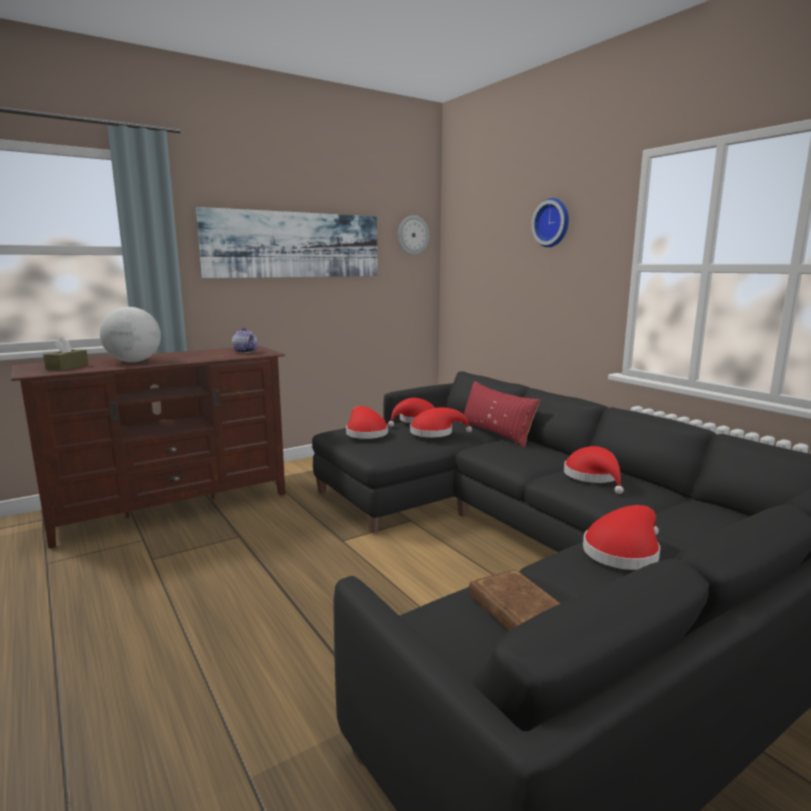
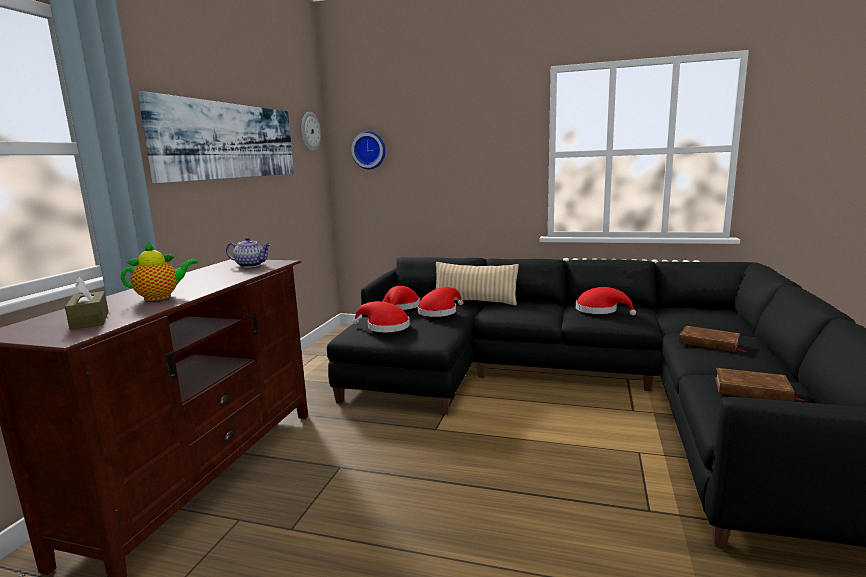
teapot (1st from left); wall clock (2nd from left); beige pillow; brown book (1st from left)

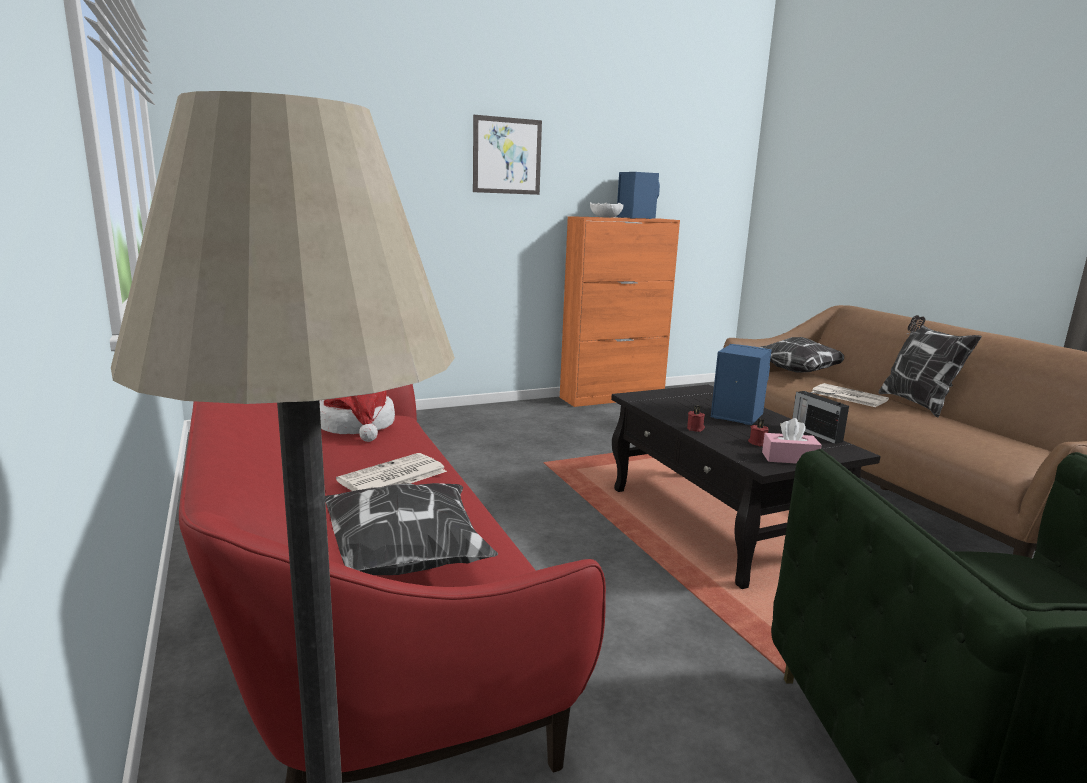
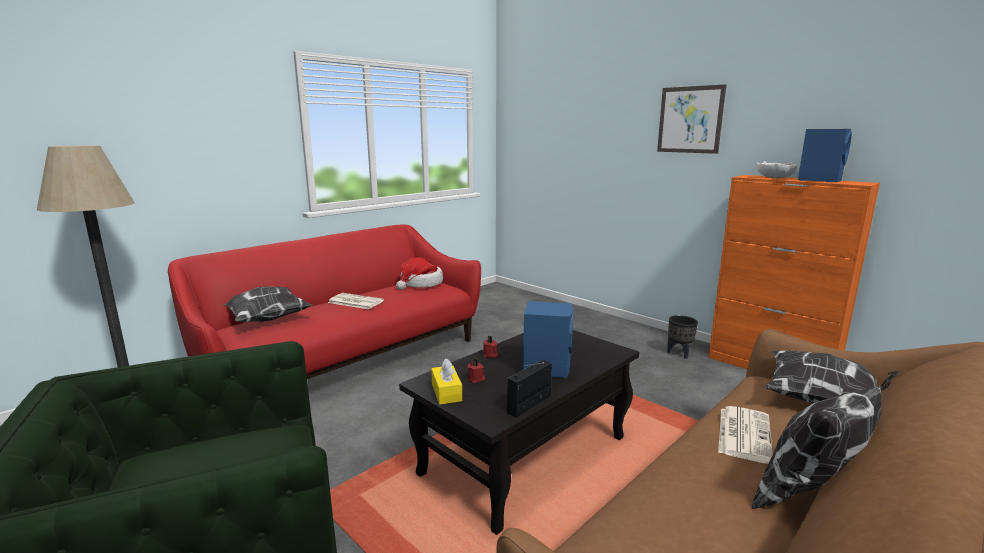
yellow tissue box; black planter

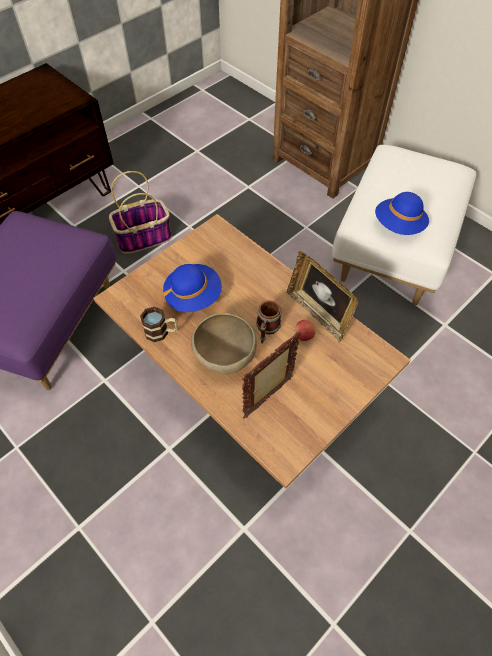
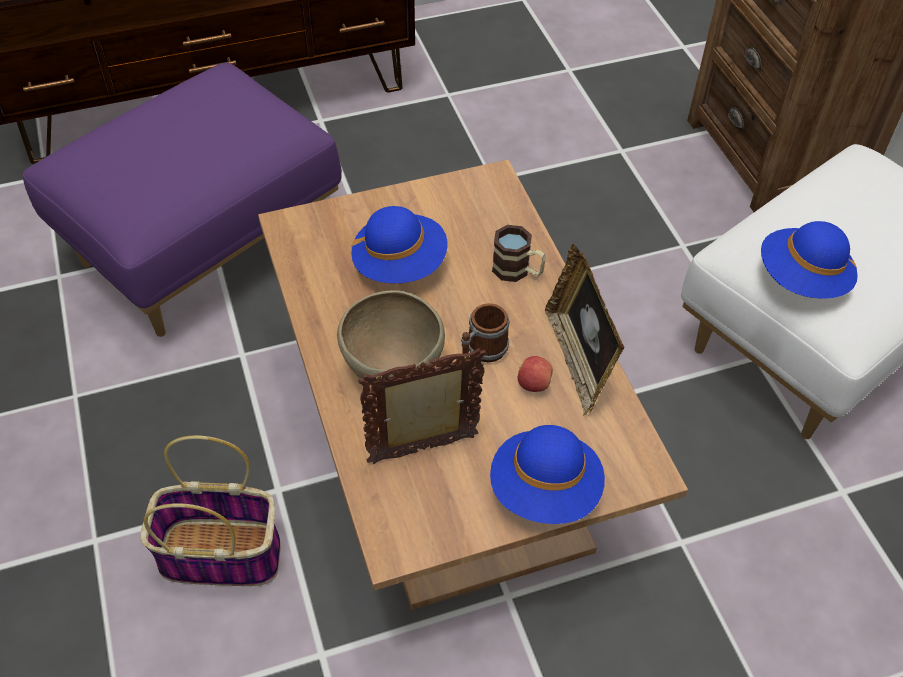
basket; blue hat (2nd from left); mug (2nd from left)

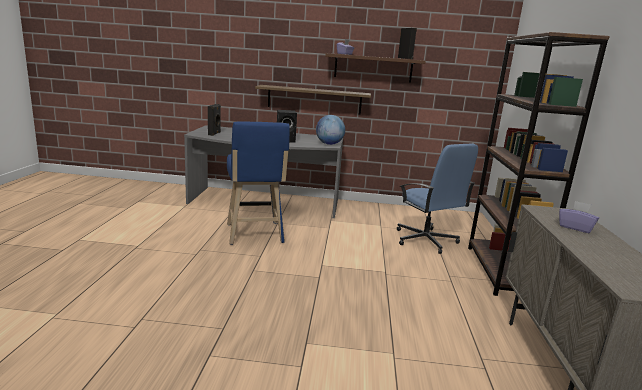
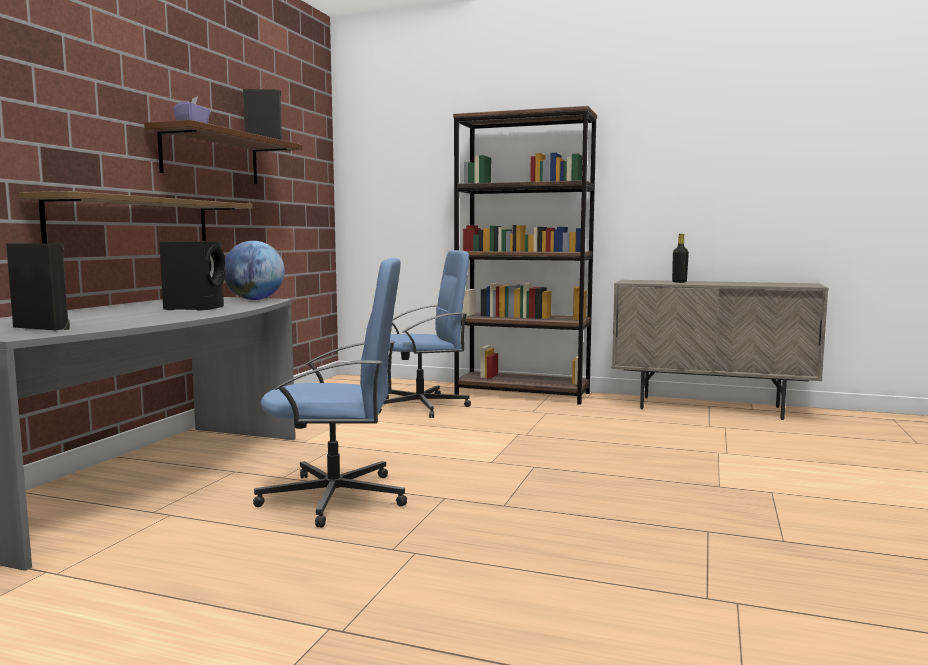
blue office chair (1st from left); black bottle

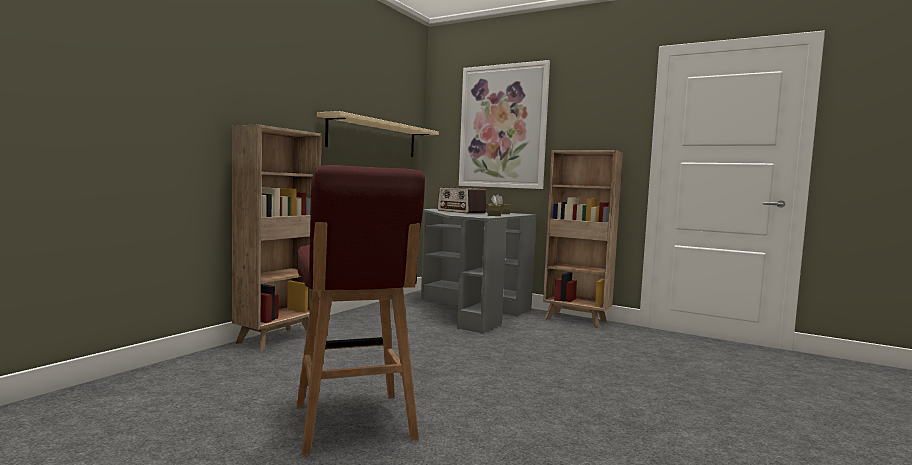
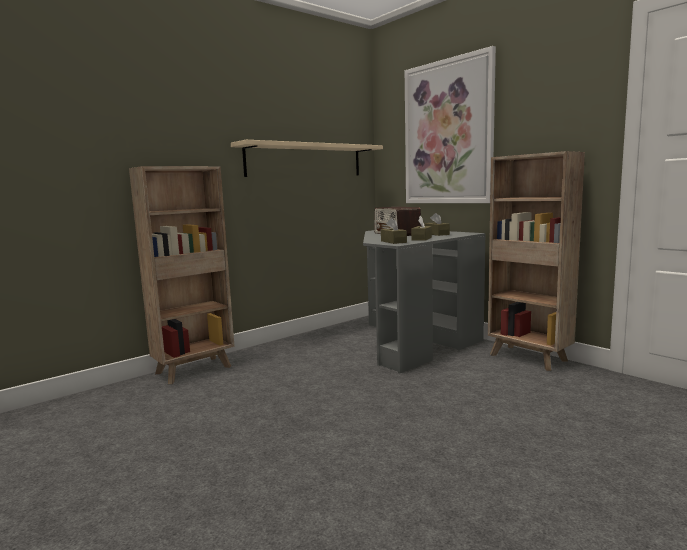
brown tissue box (1st from left); red stool

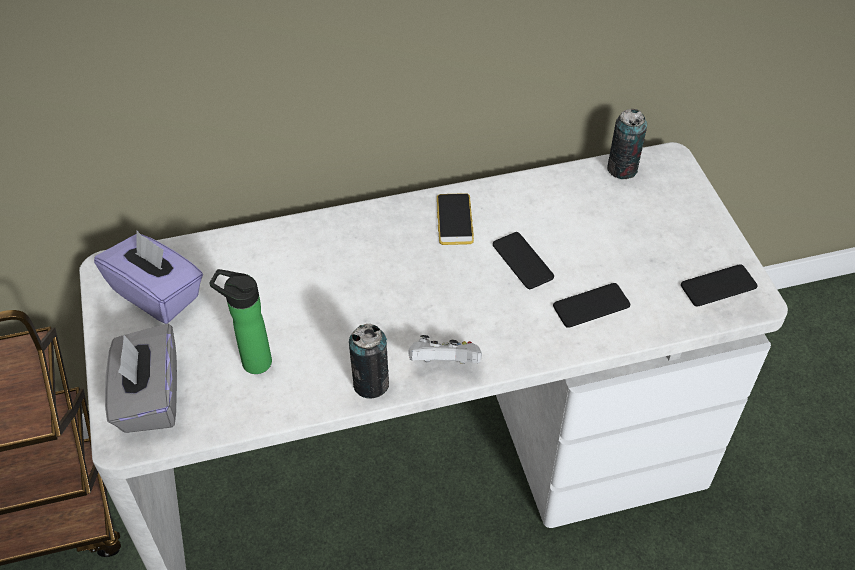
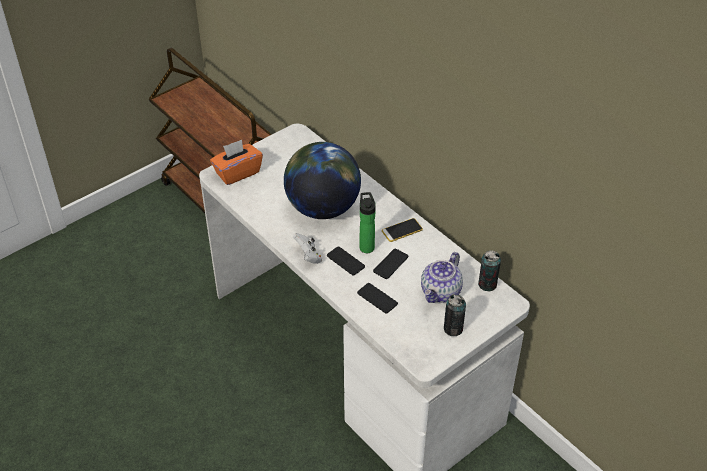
orange tissue box; globe; phone (1st from left); bottle; teapot; can (1st from left); purple tissue box

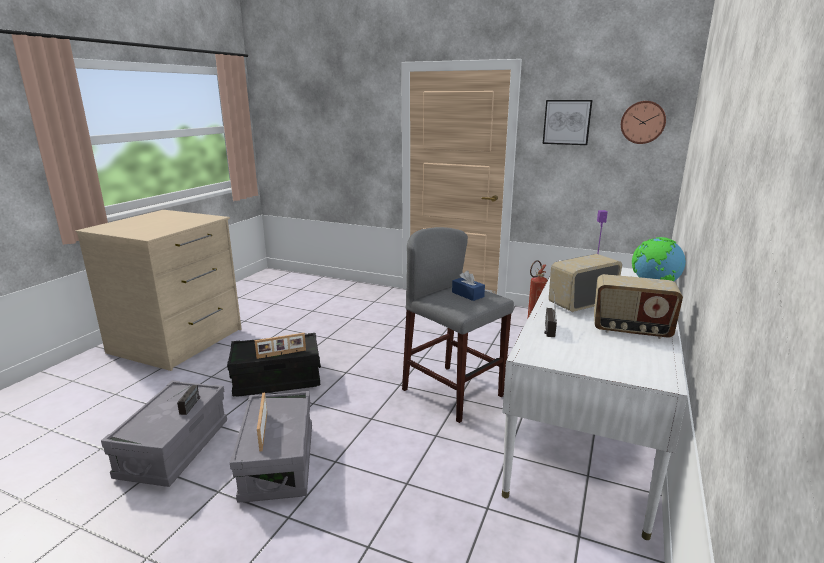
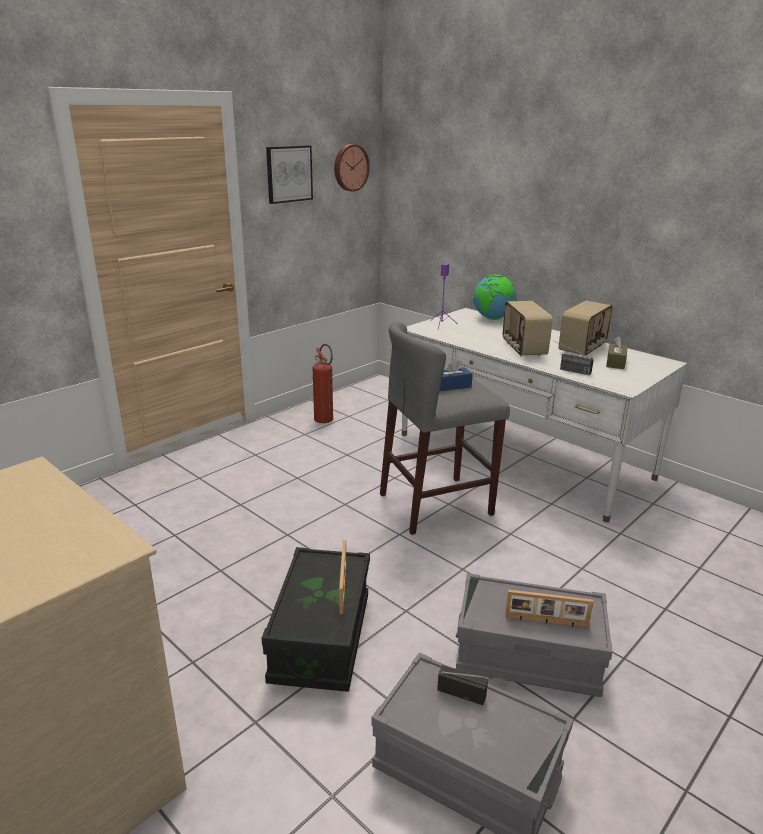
brown tissue box

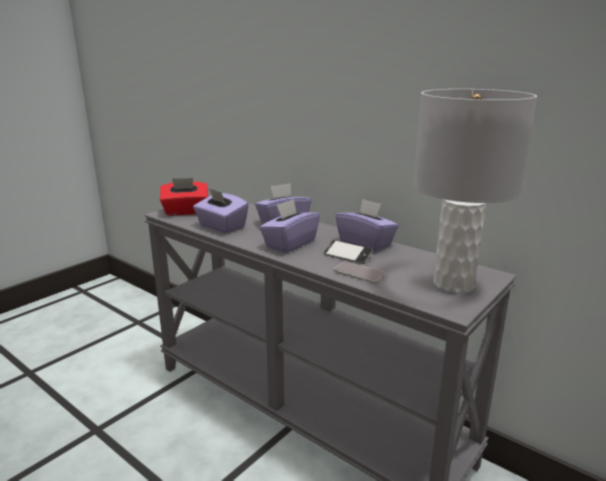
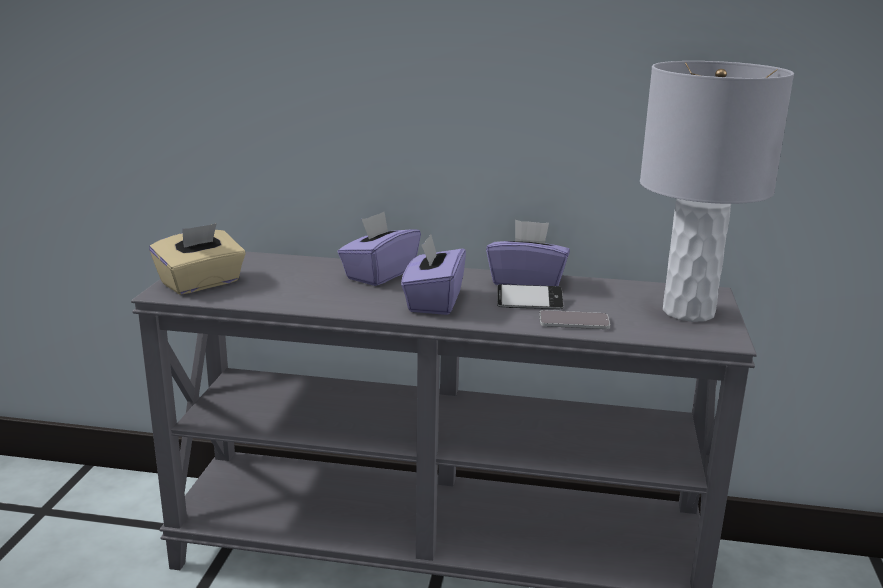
beige tissue box; purple tissue box (1st from left in the first image)

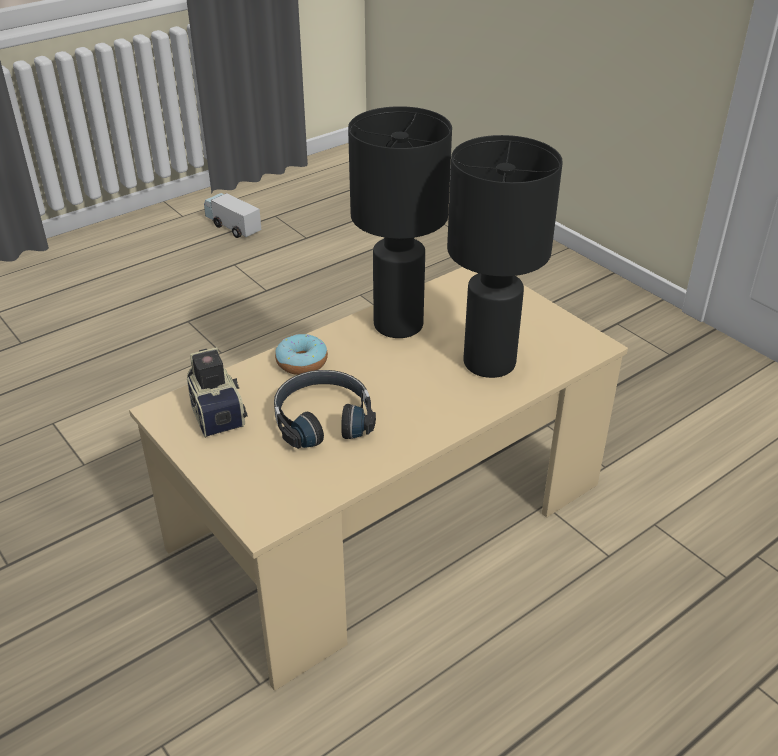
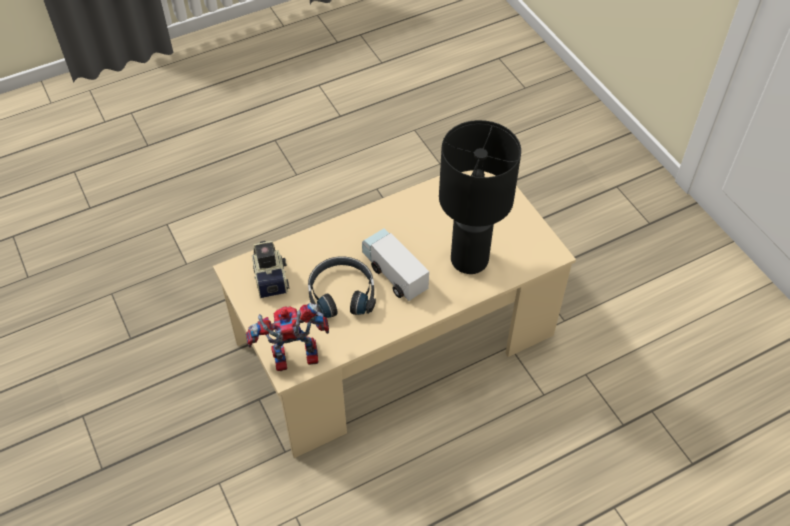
toy robot; toy truck; donut; black table lamp (1st from left in the first image)

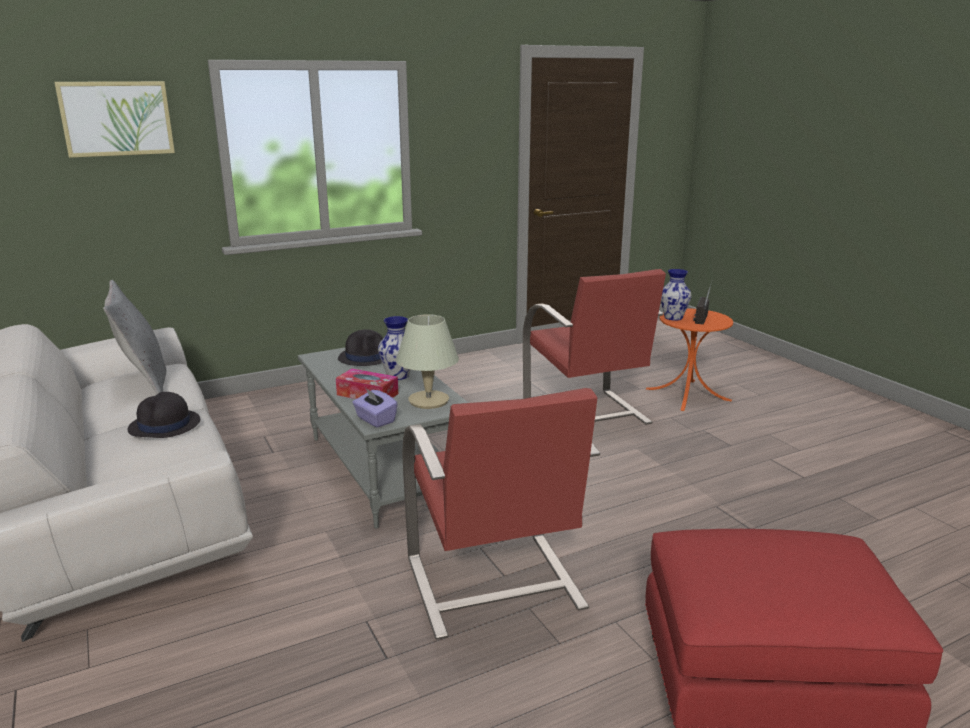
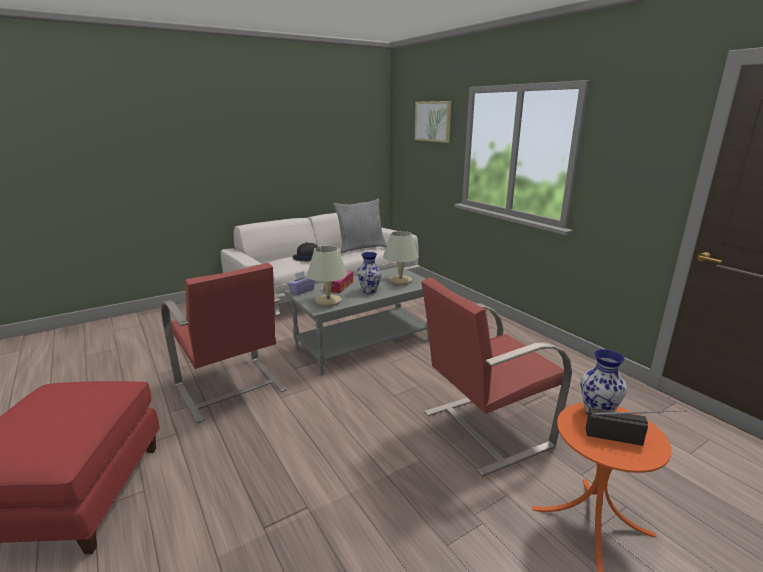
red armchair (1st from left); beige table lamp (2nd from left)

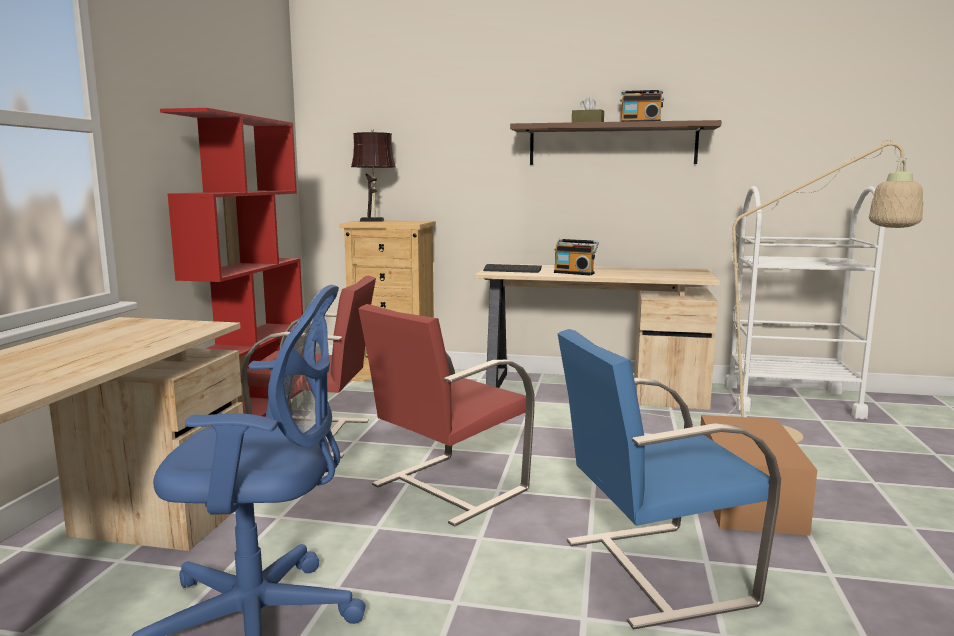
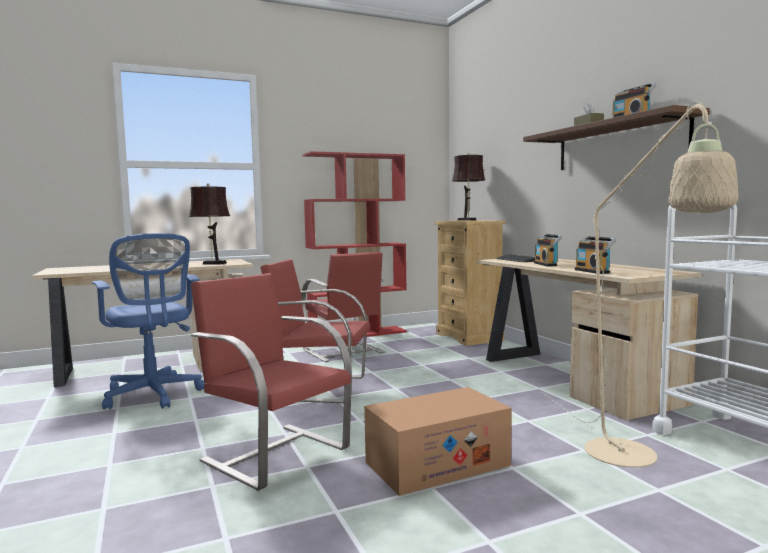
brown table lamp (1st from left); red chair (1st from left); radio (2nd from left)

